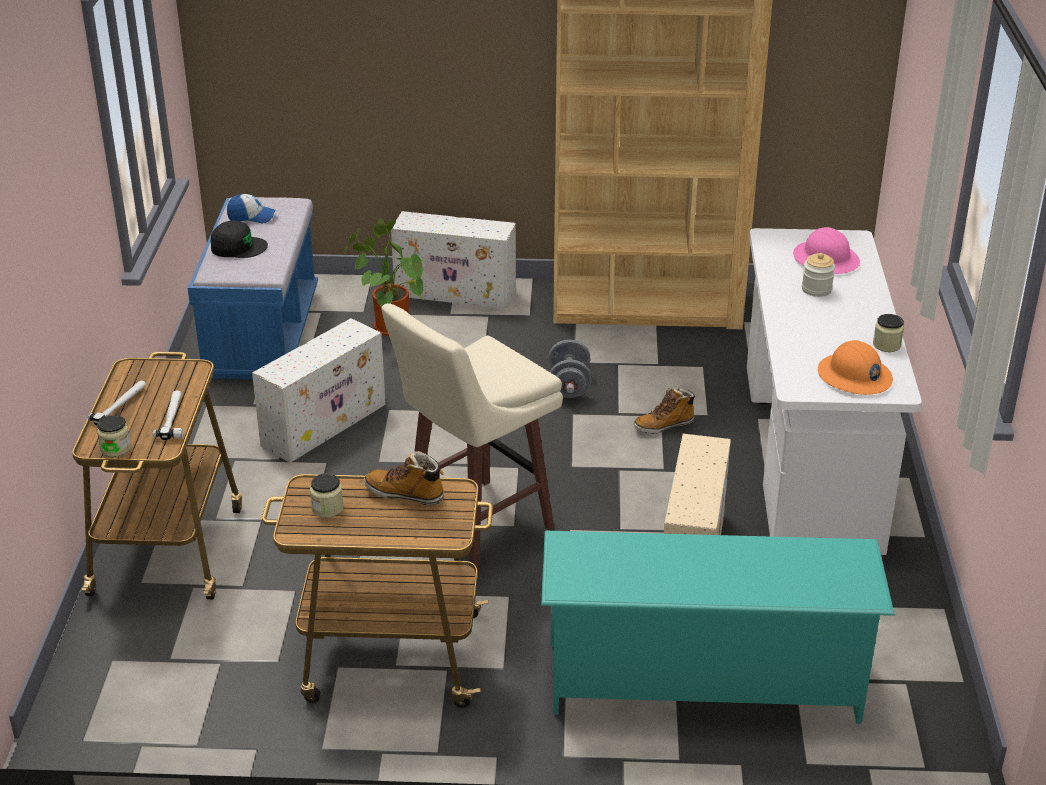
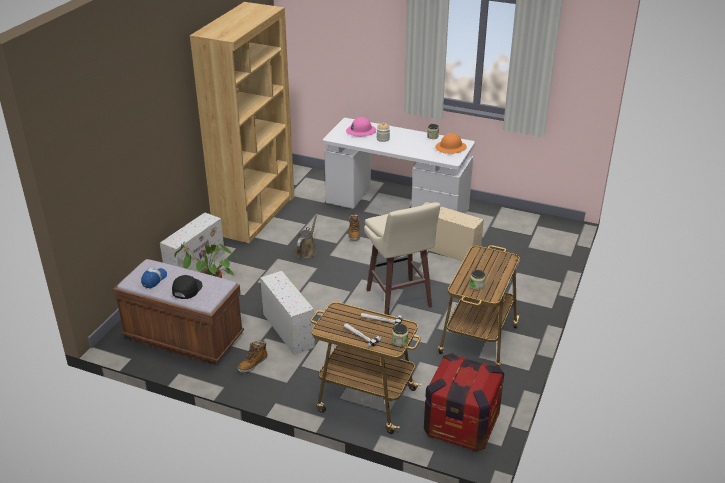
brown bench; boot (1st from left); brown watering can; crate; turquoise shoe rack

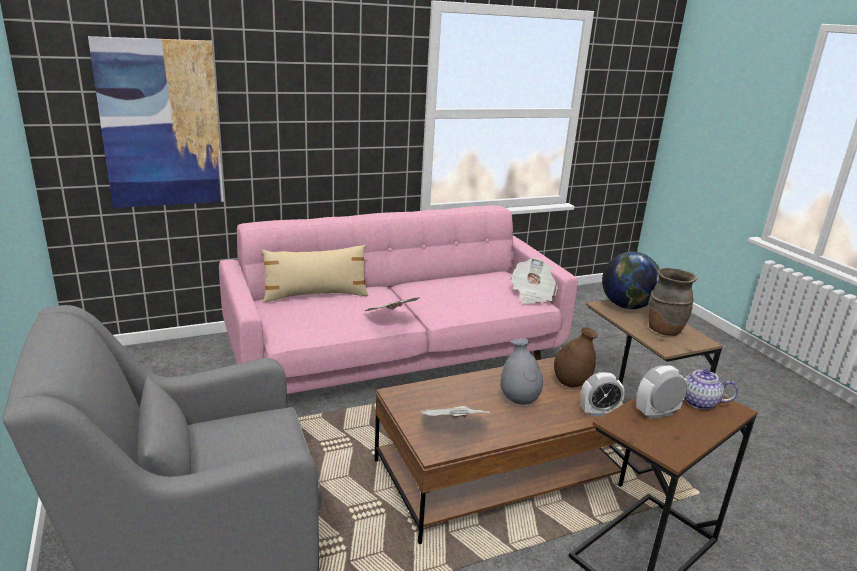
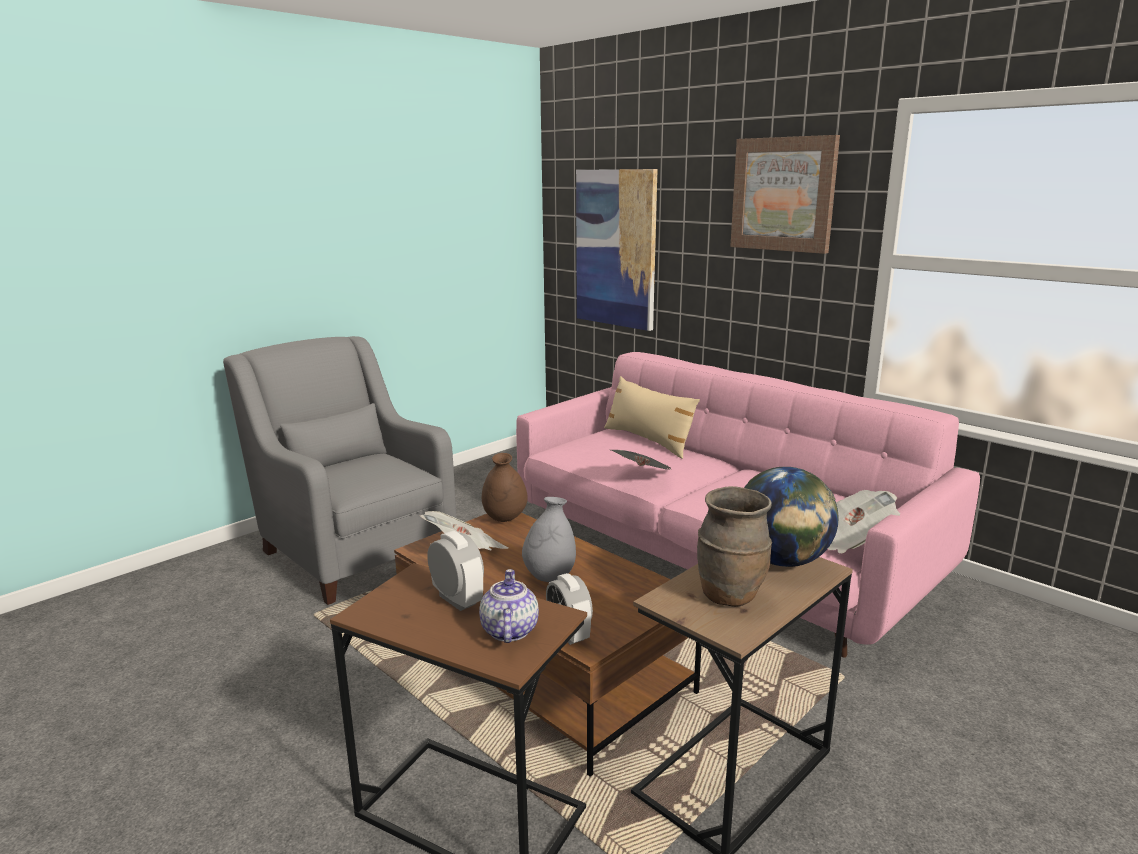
brown vase (1st from left); picture (2nd from left)

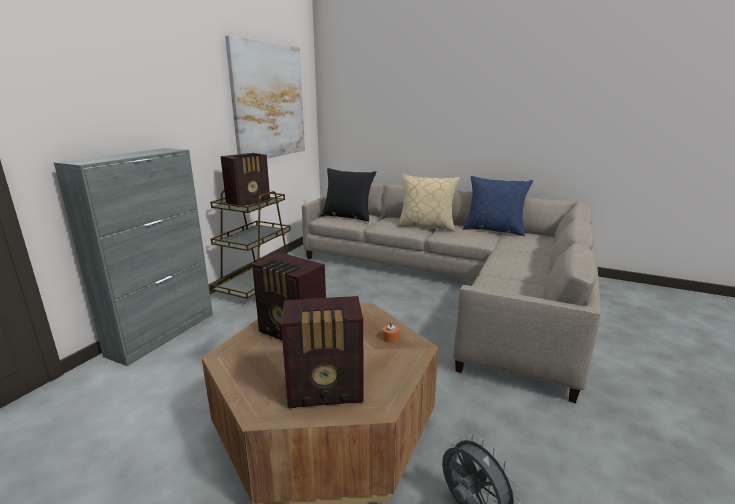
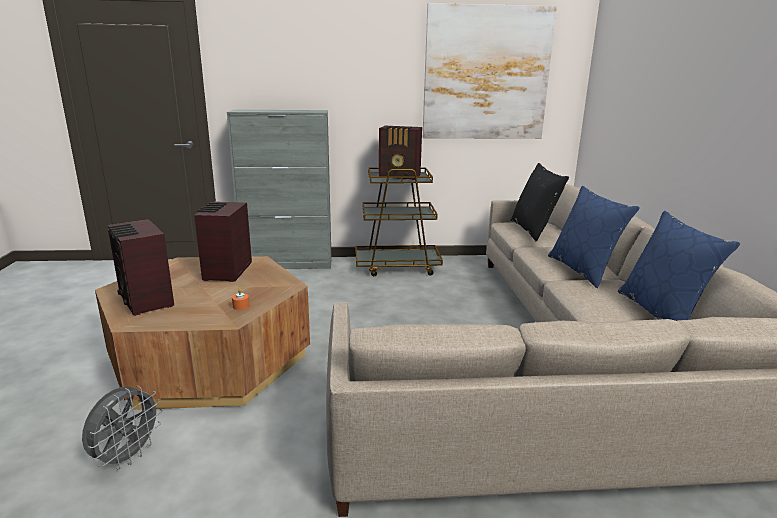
blue pillow (1st from left)

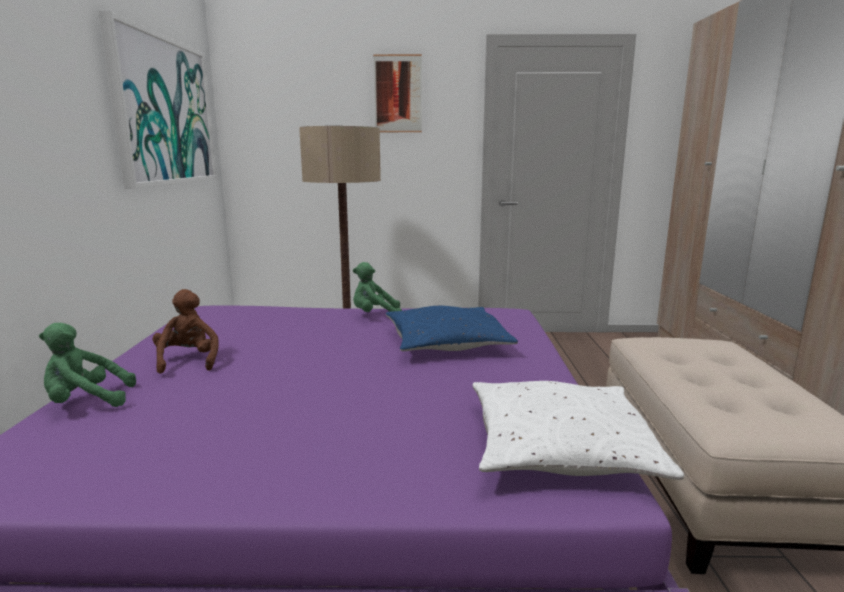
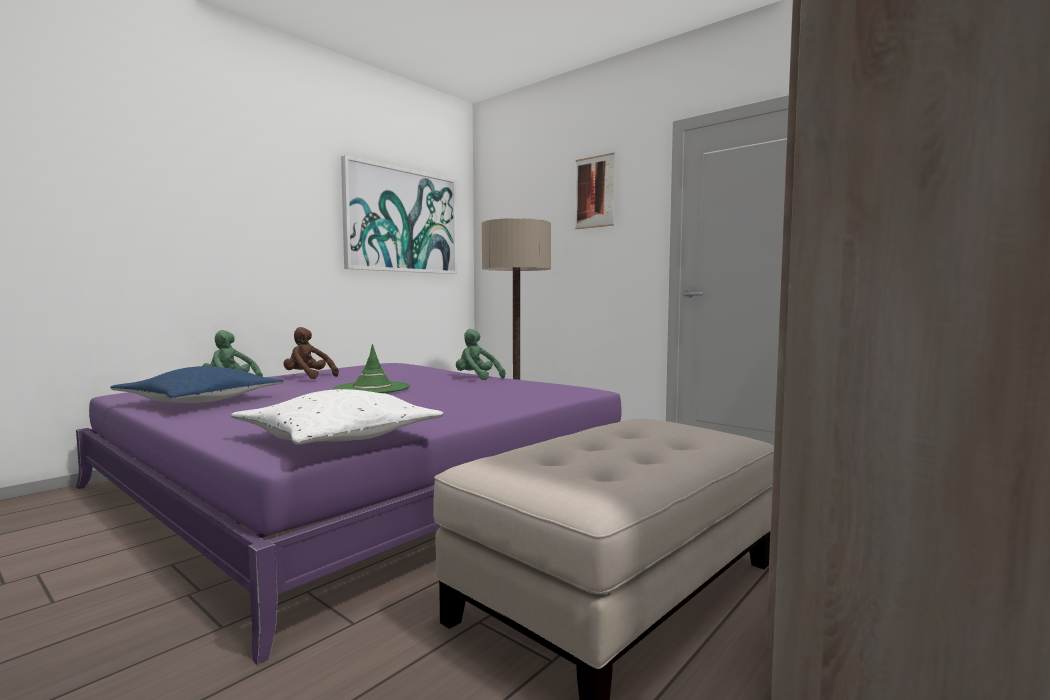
blue pillow; brown plush toy; green hat

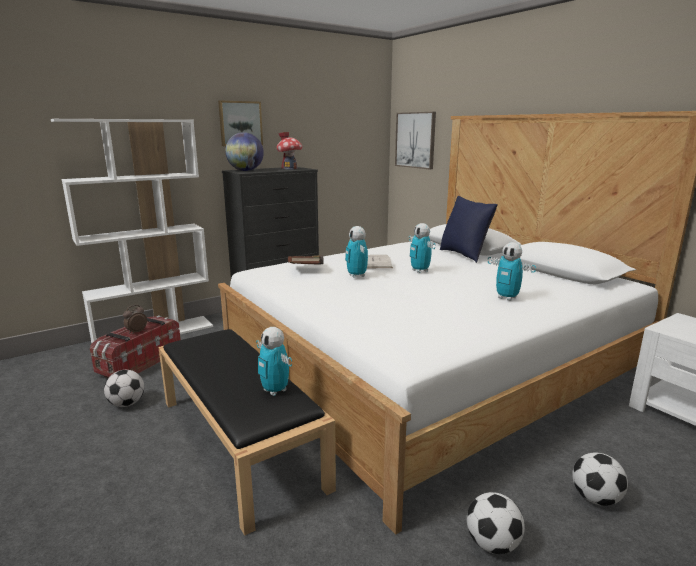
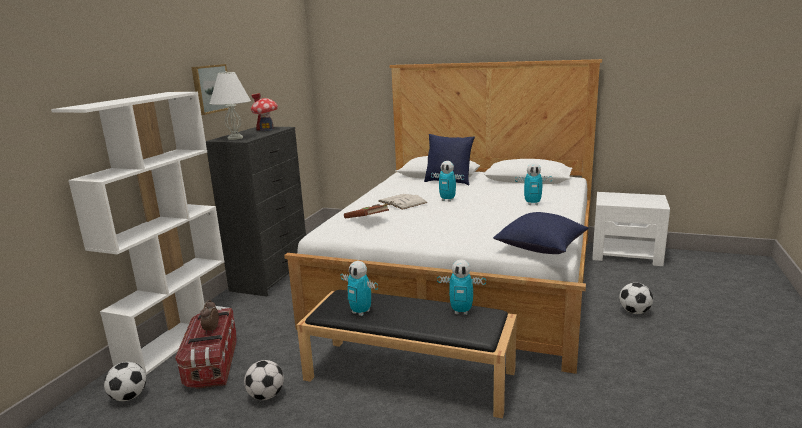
football (1st from left); white table lamp; toy robot (1st from left); blue pillow (2nd from left); picture (2nd from left in the first image)

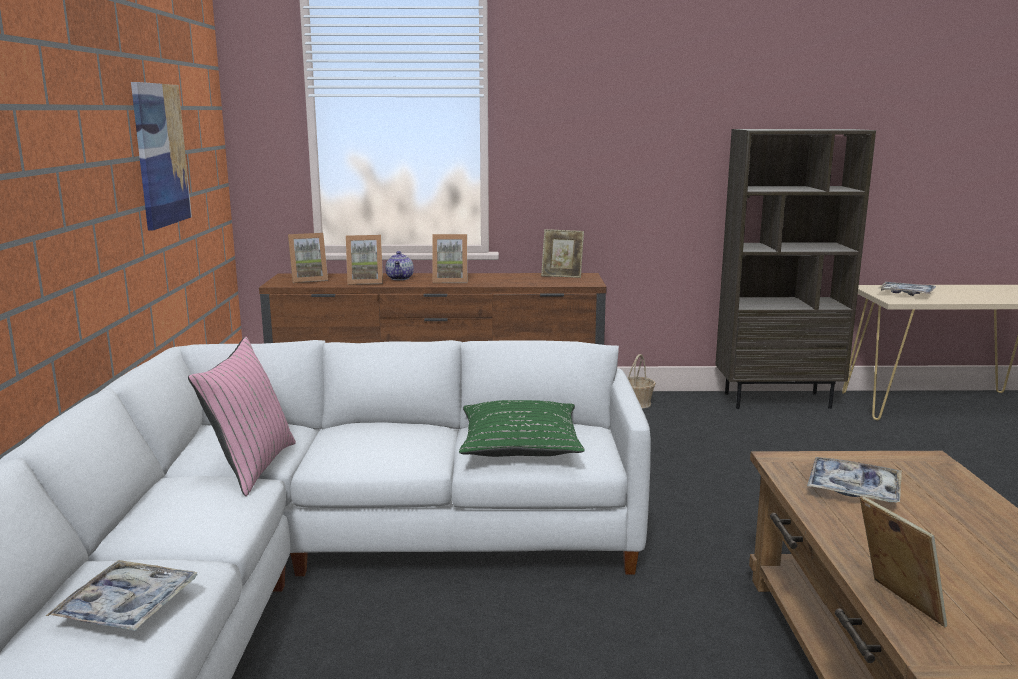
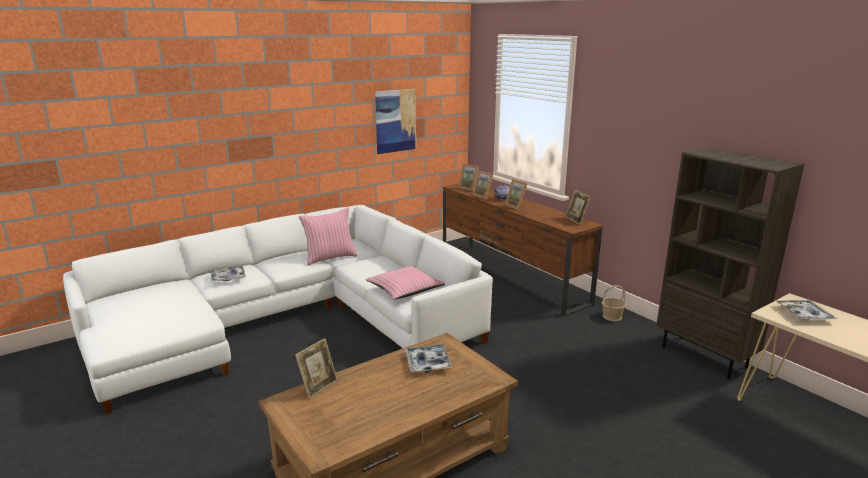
pink pillow (2nd from left)

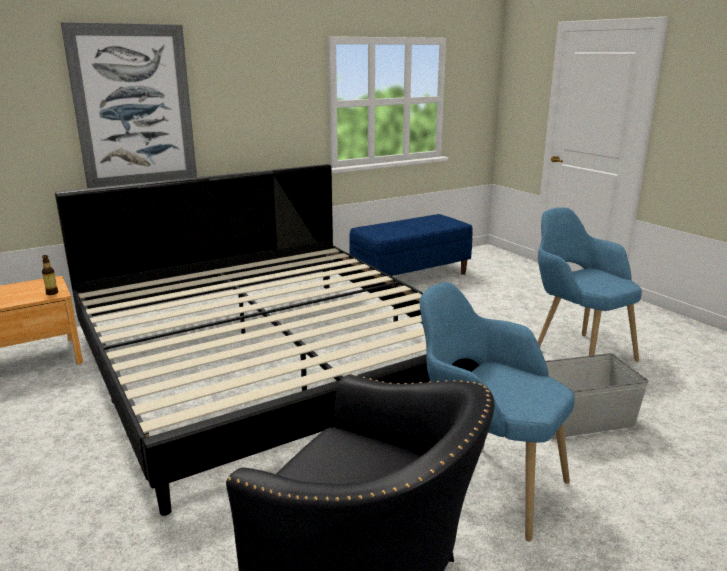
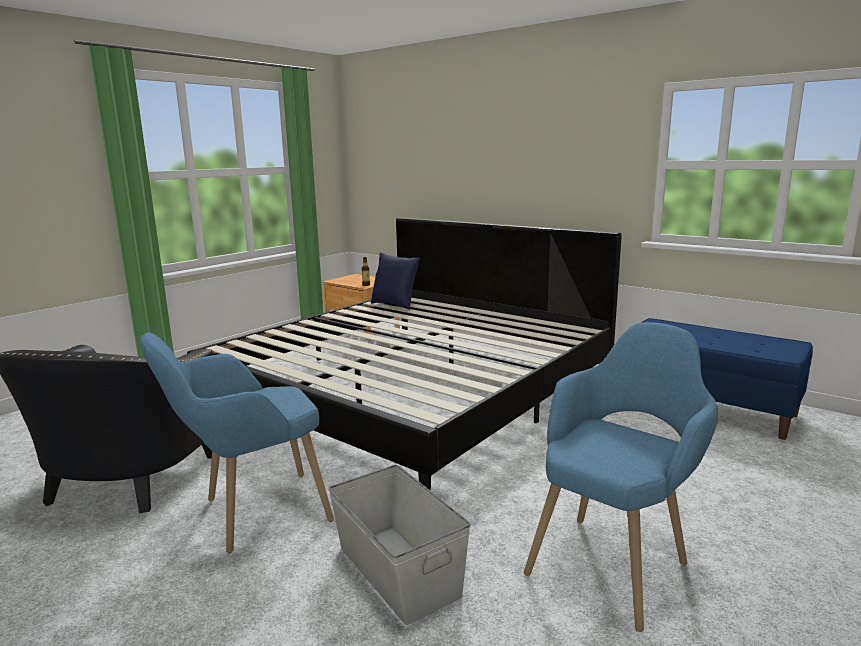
blue armchair (1st from left); blue pillow; picture

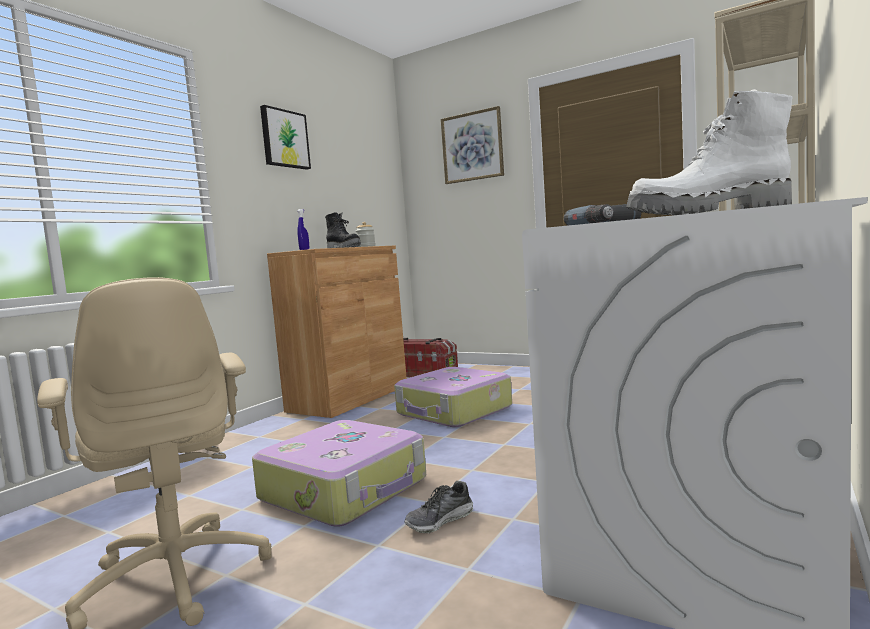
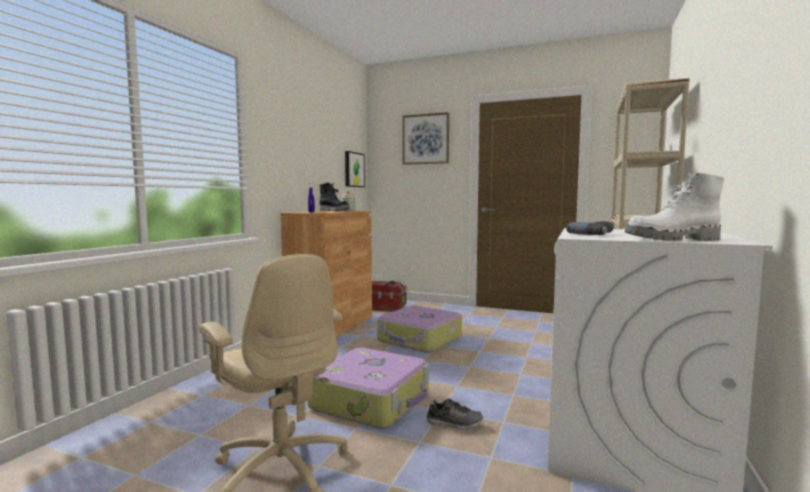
picture (1st from left); shoe

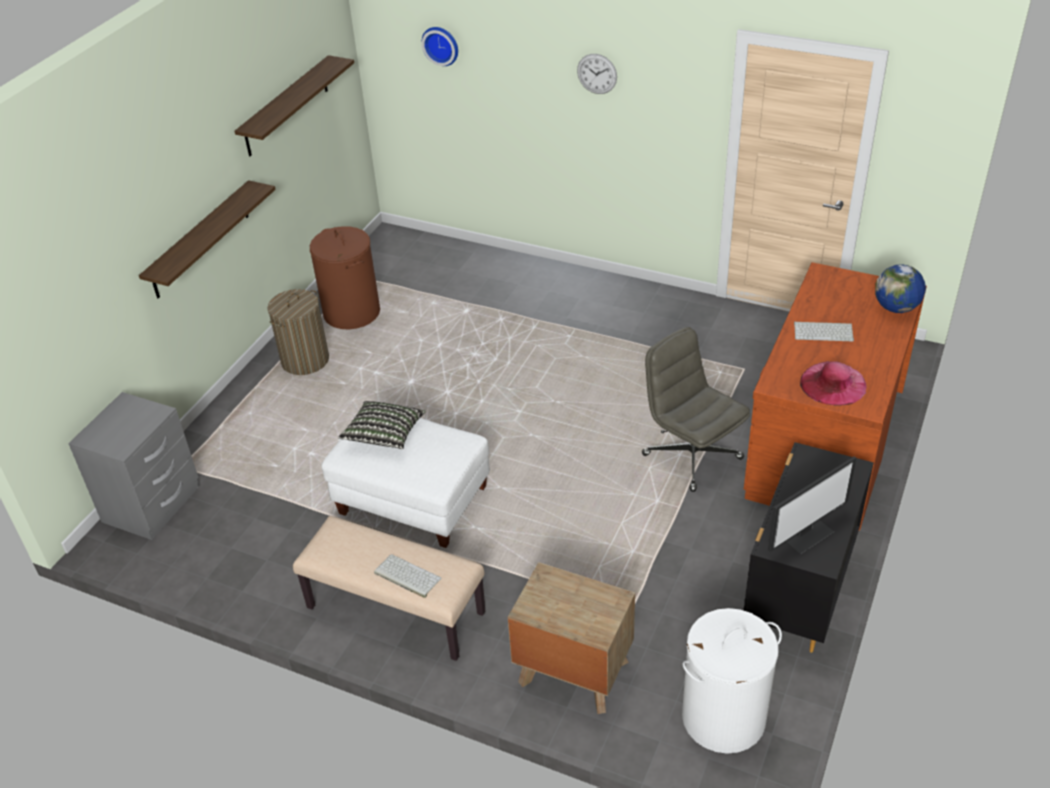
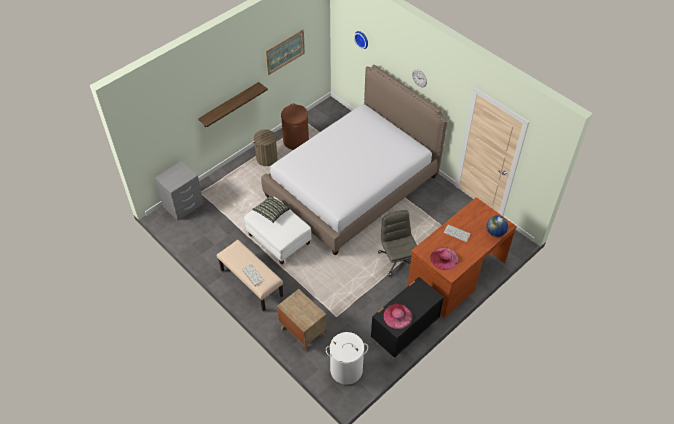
bed; picture; pink hat (1st from left)

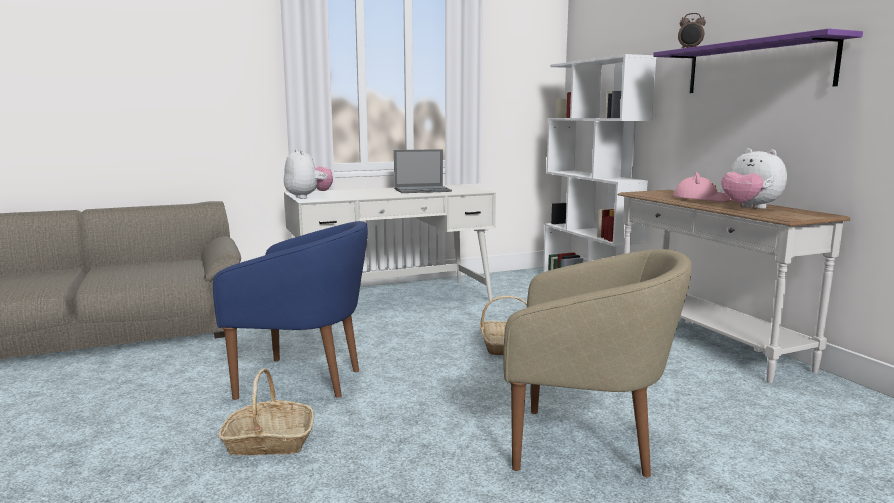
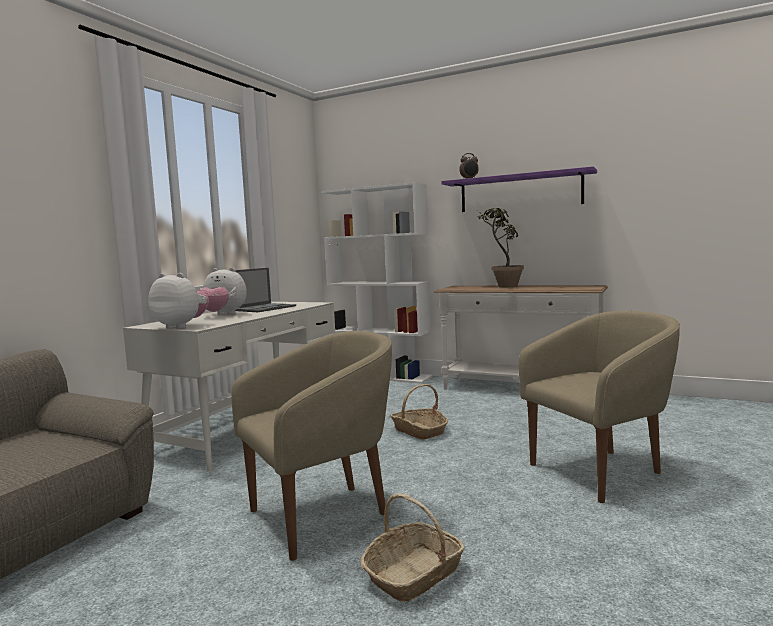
plush toy (2nd from left); beige armchair (1st from left); potted plant

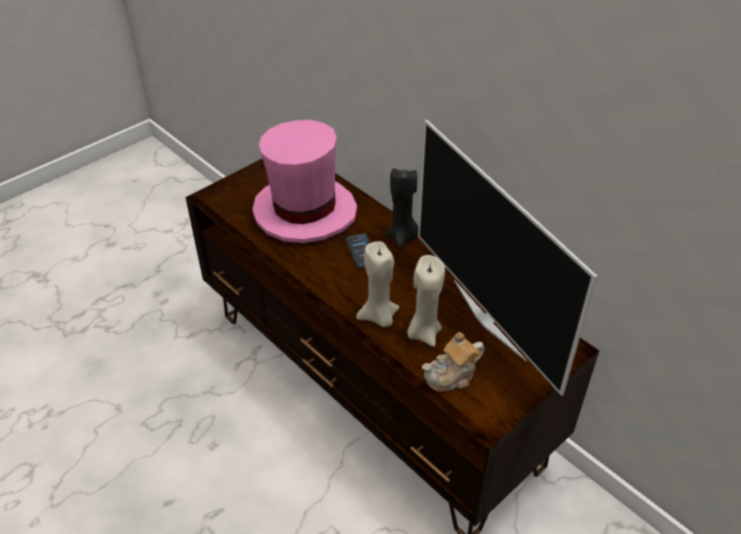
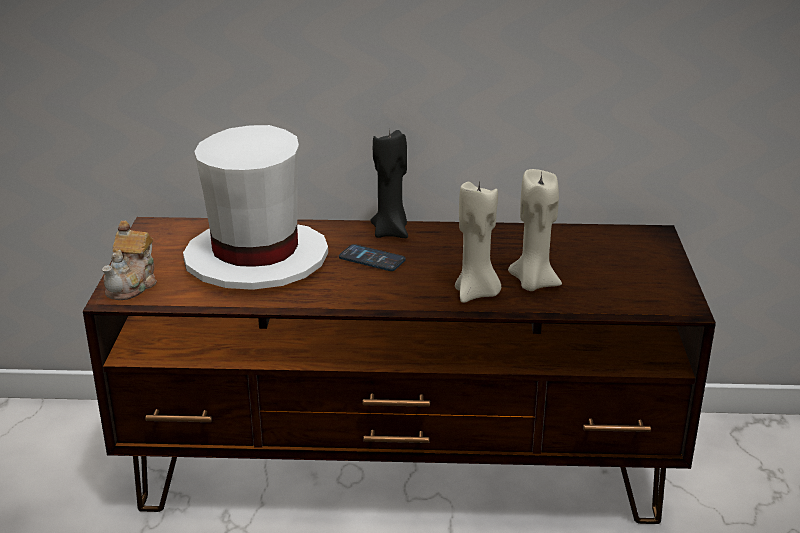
teapot; white hat; television

